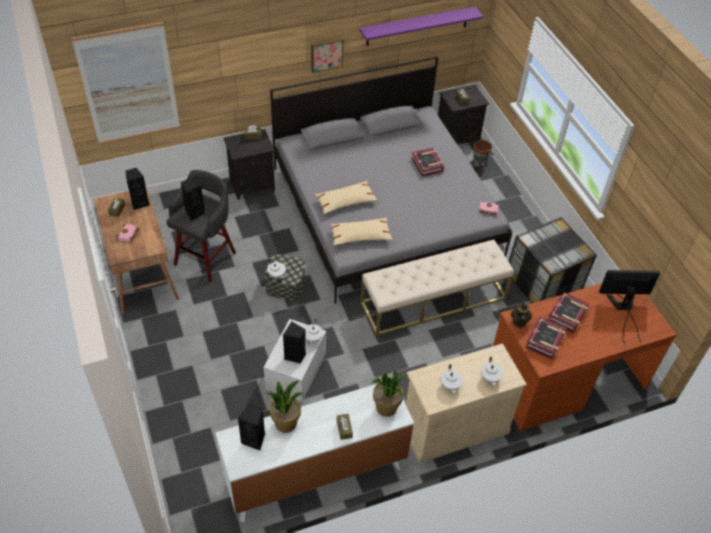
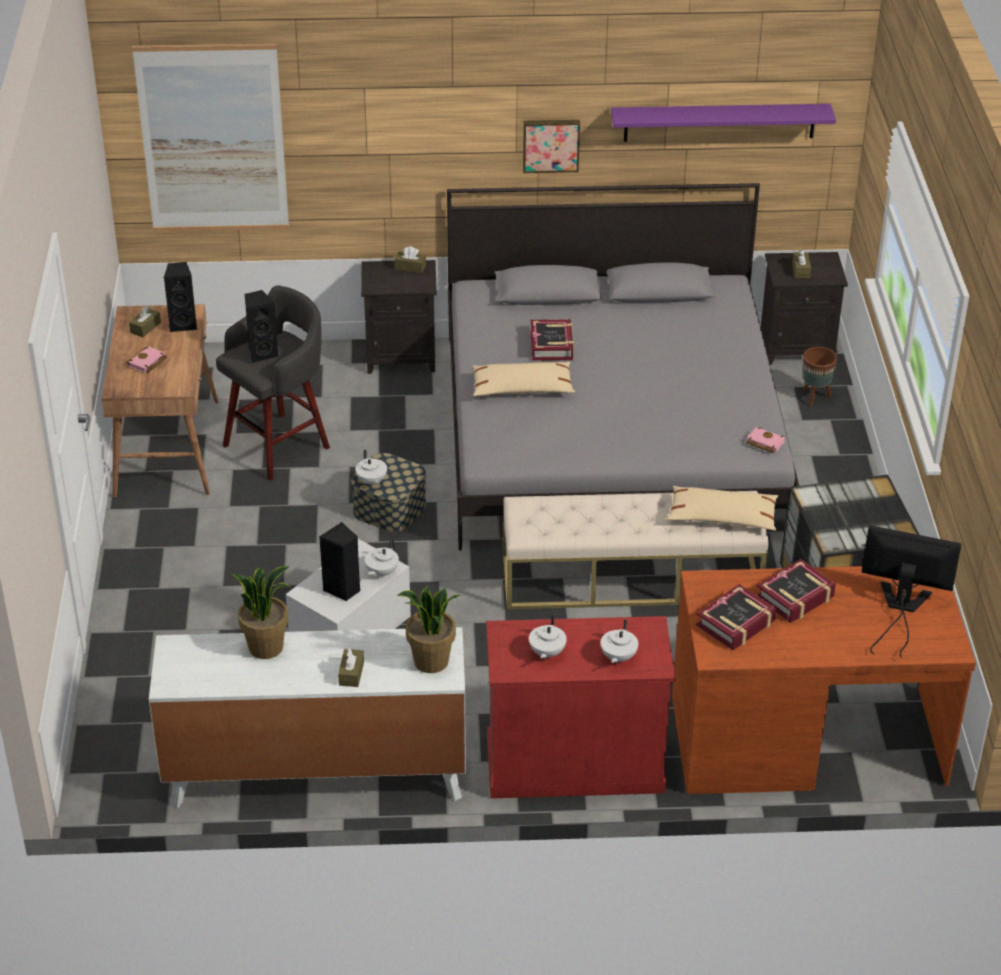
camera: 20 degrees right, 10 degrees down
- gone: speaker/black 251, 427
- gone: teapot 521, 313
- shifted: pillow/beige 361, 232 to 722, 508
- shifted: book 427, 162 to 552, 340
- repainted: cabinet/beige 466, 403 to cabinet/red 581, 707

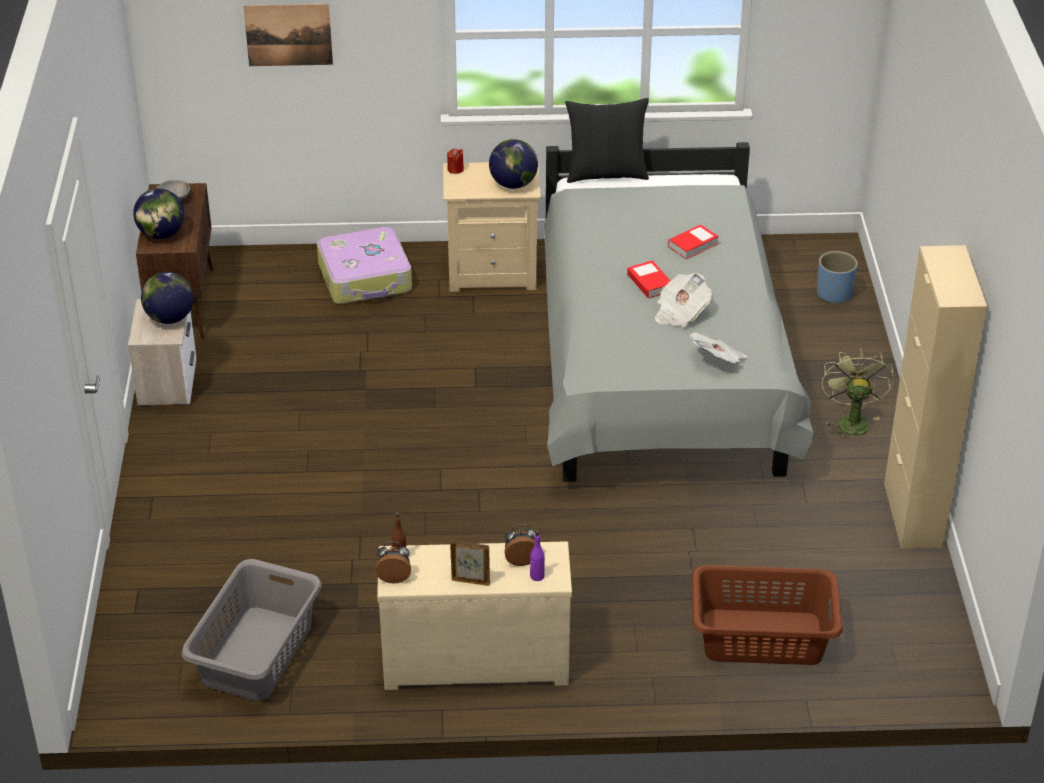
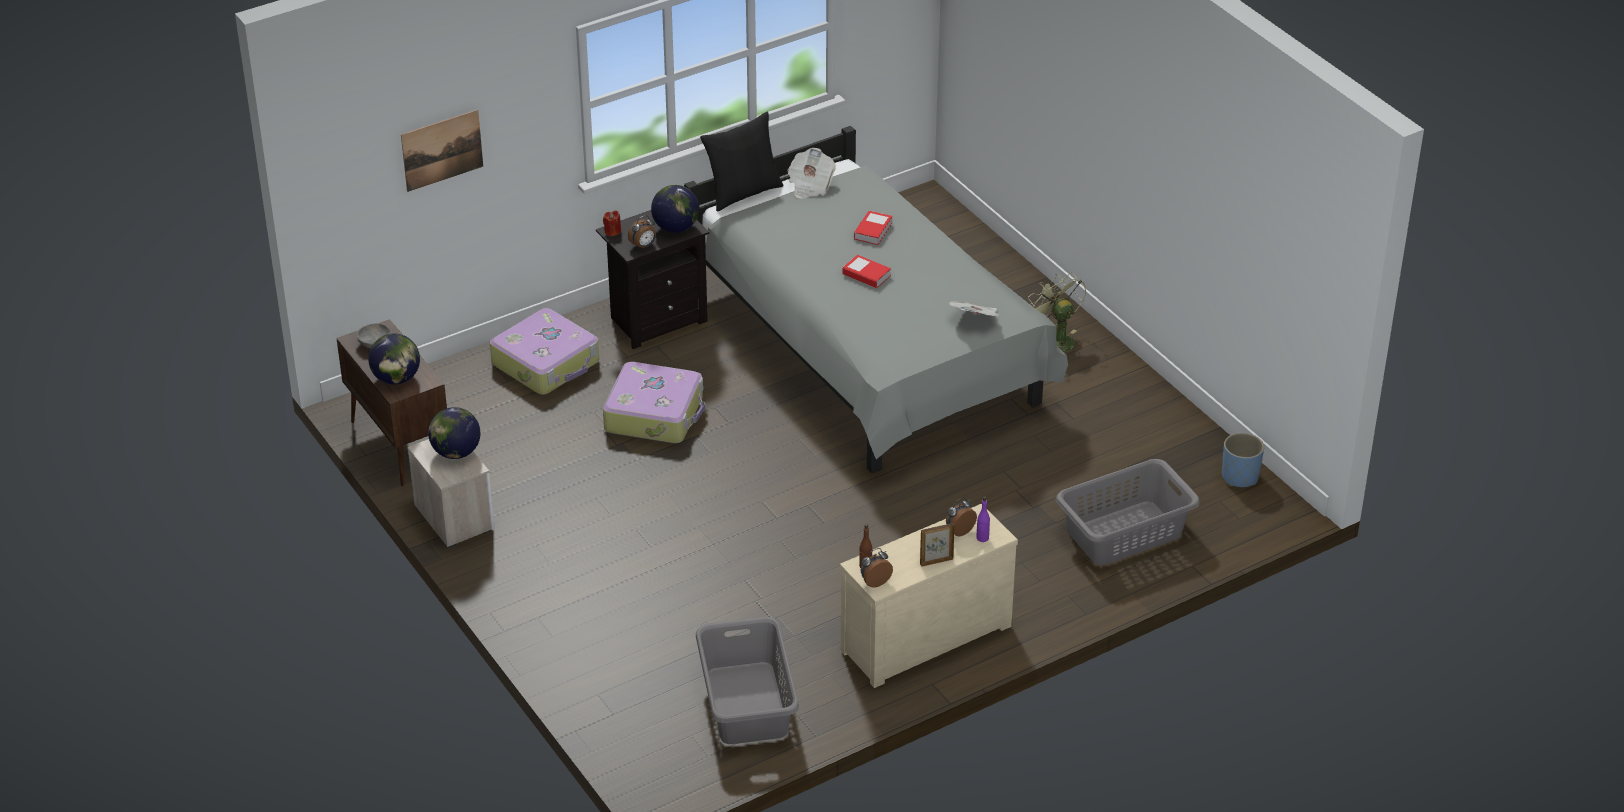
camera: 30 degrees left, 0 degrees up
- gone: cabinet/beige 935, 397
- new: suitcase 654, 402
- new: alarm clock 642, 232
- shifted: newspaper 683, 300 to 812, 173
- shifted: planter/blue 837, 277 to 1243, 460
- repainted: nightstand/beige 492, 227 to nightstand/black 652, 279
- repainted: laundry basket/brown 767, 615 to laundry basket/grey 1128, 512

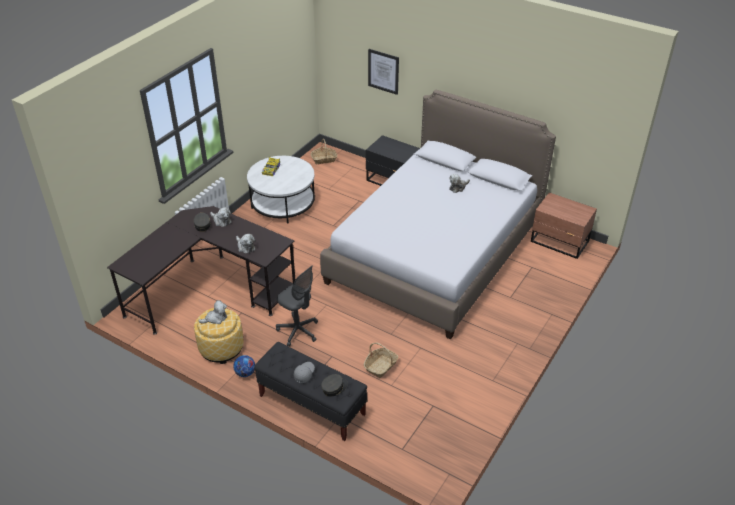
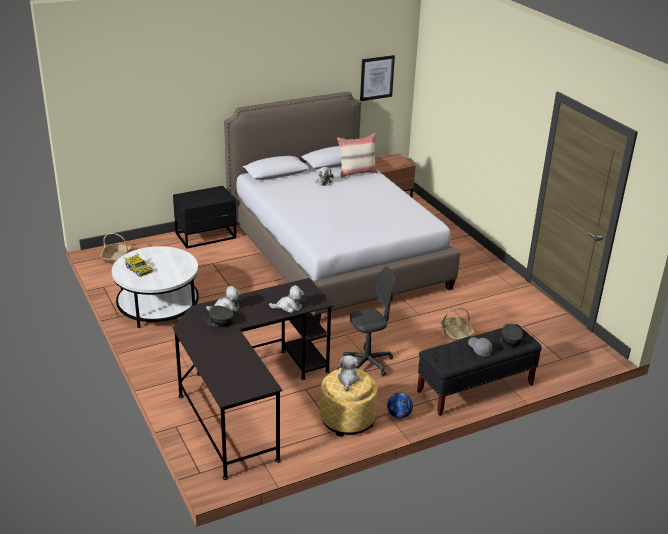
camera: 60 degrees left, 10 degrees down
- new: pillow/beige 357, 155
- shifted: picture 383, 72 to 377, 78

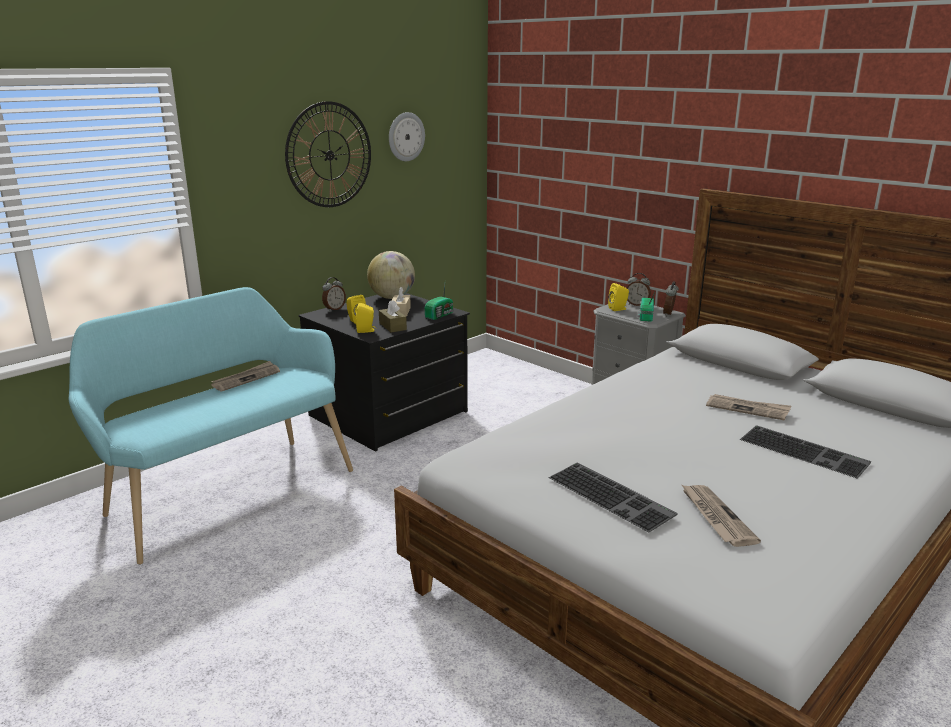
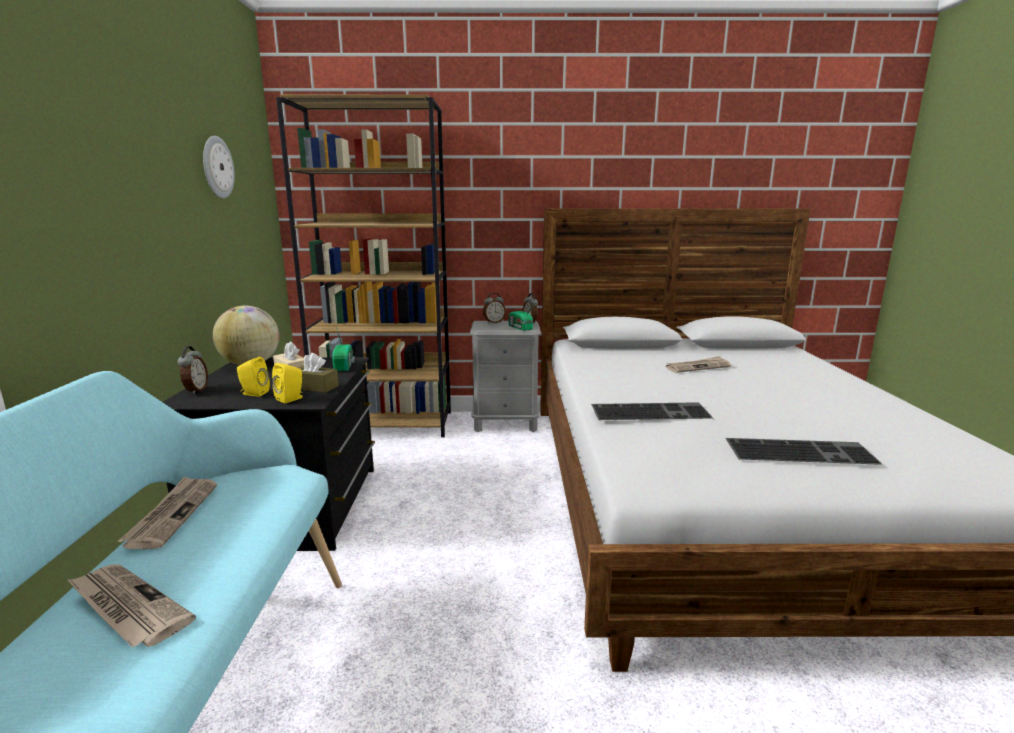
camera: 45 degrees left, 5 degrees down
- gone: wall clock 328, 154
- gone: speaker/yellow 618, 297
- new: bookcase/brown 363, 265
- shifted: newspaper 721, 516 to 131, 605
- shifted: keyboard 805, 452 to 652, 411

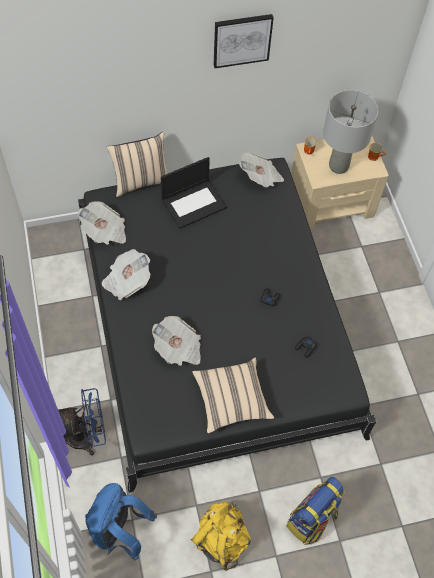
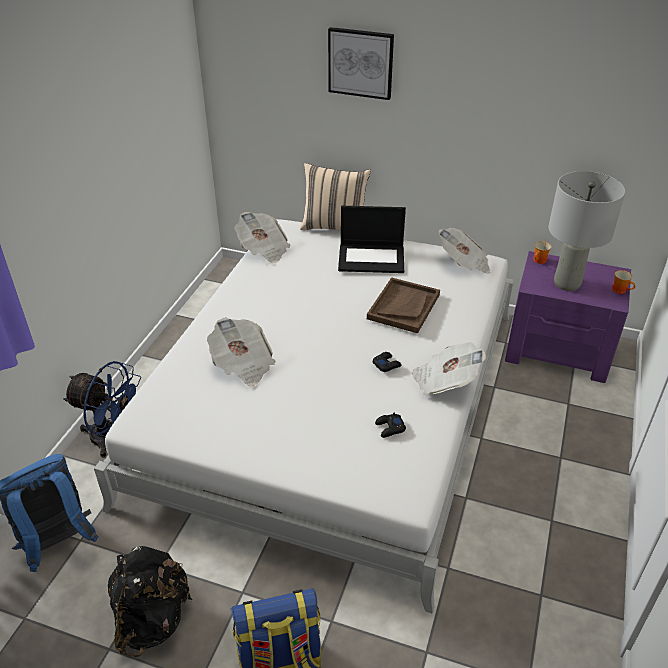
camera: 35 degrees right, 20 degrees down
- gone: pillow/beige 233, 396
- new: tray/brown 403, 305
- shifted: newspaper 126, 274 to 449, 368
- shifted: picture 244, 41 to 361, 63
- repainted: bed/black 227, 325 to bed/white 304, 416
- repainted: backpack/yellow 221, 536 to backpack/black 150, 601
- repainted: nightstand/beige 340, 182 to nightstand/purple 568, 317

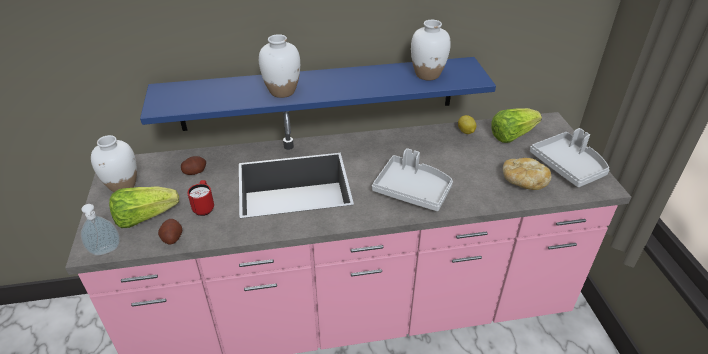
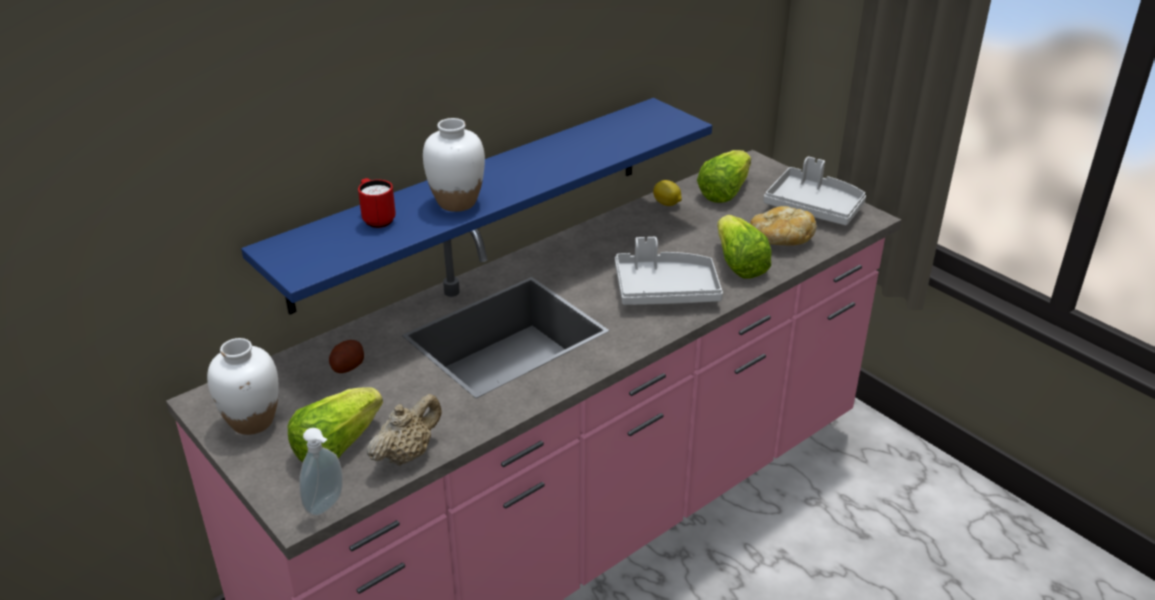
camera: 30 degrees left, 5 degrees down
- gone: vase/white 431, 50
- new: lettuce 744, 247
- shifted: mug/red 200, 198 to 377, 203
- swapped: potato 170, 231 to teapot/beige 404, 430

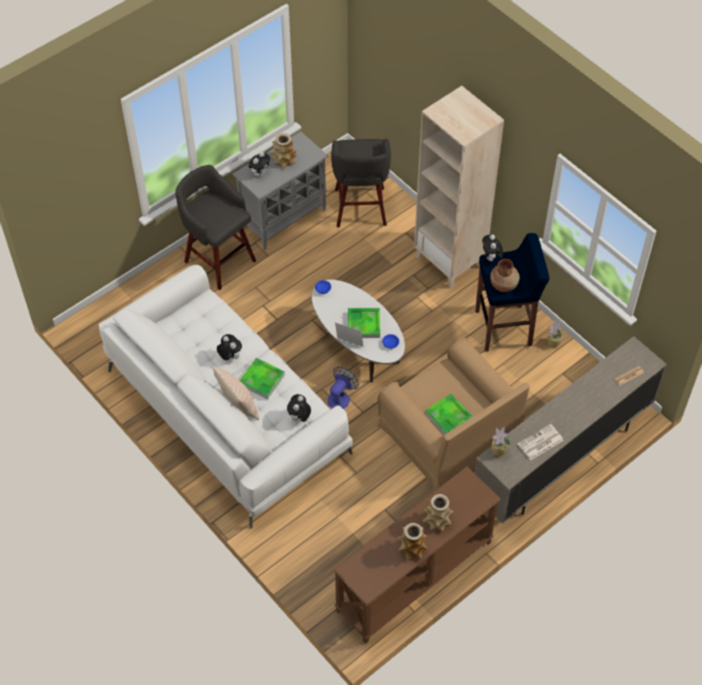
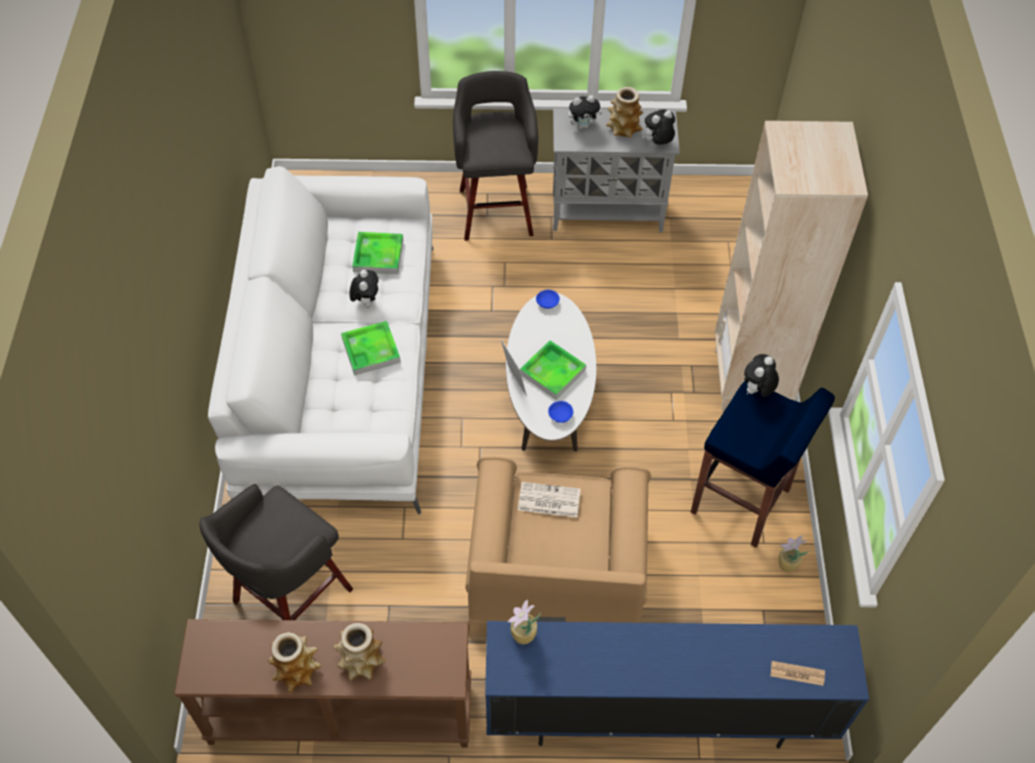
camera: 40 degrees right, 0 degrees up
- gone: pillow/beige 235, 392
- gone: fan 343, 388
- gone: vase/brown 505, 275
- shifted: plush toy 299, 408 to 658, 127
- shifted: stool/grey 361, 182 to 276, 552
- shifted: tray 449, 414 to 377, 253
- shifted: newspaper 541, 442 to 549, 499
- repainted: tv stand/beige 570, 430 to tv stand/blue 677, 683

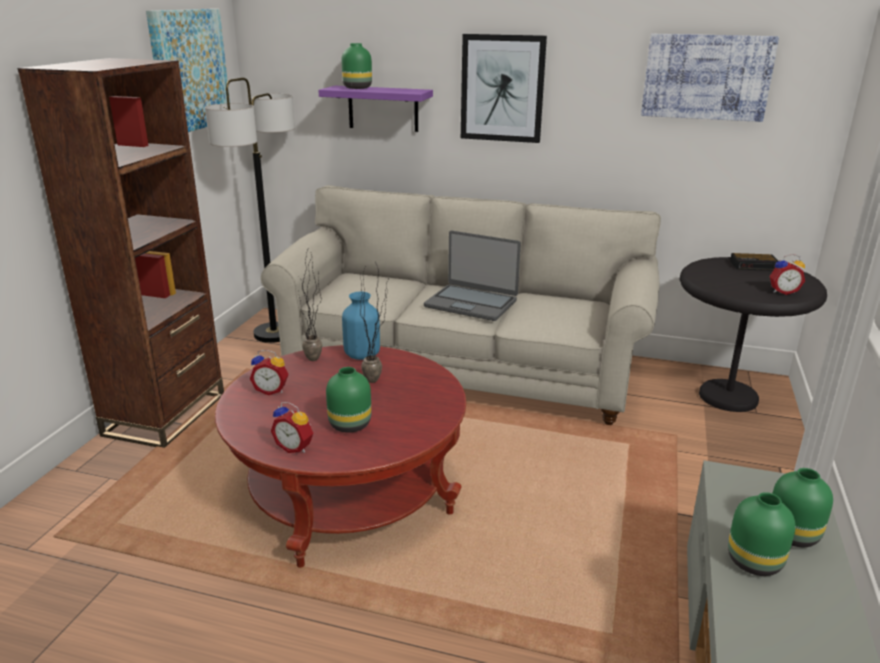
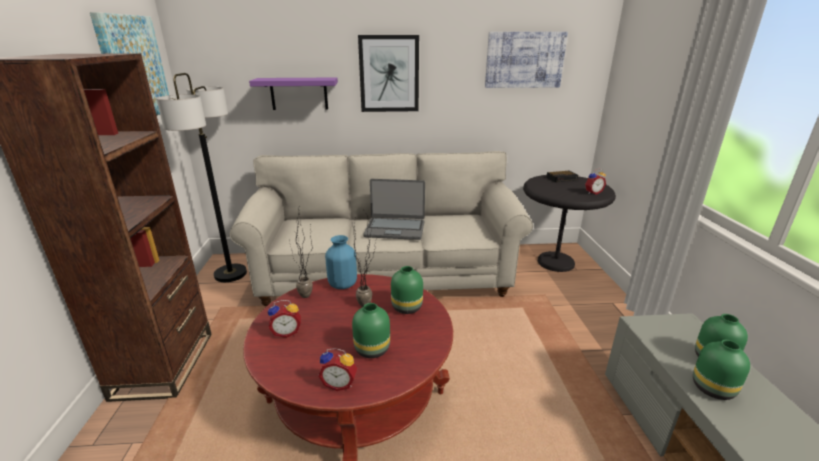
camera: 20 degrees left, 0 degrees up
- shifted: vase/green 357, 66 to 407, 290

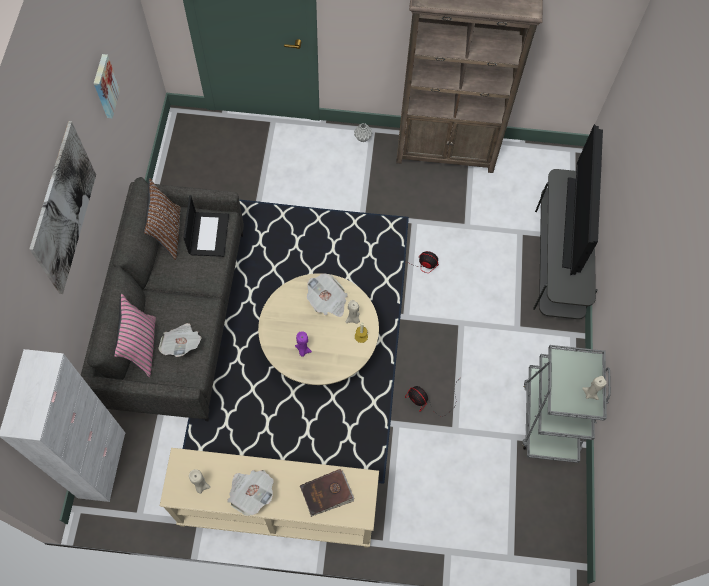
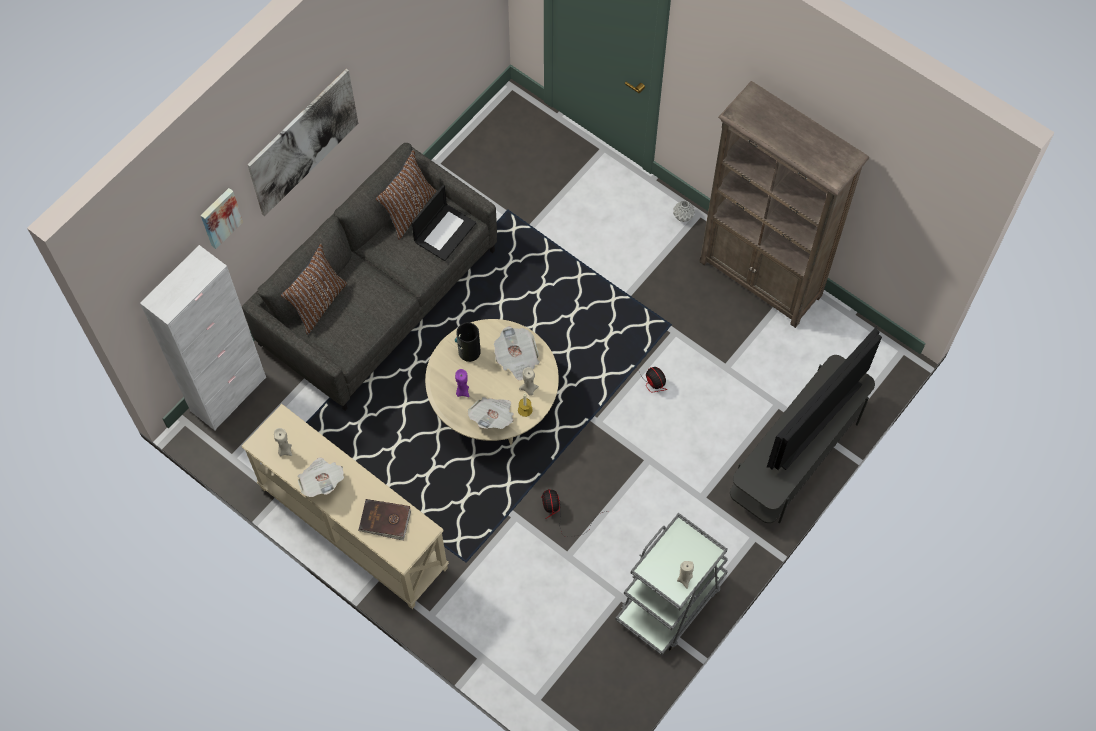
camera: 35 degrees right, 0 degrees up
- new: vase 468, 342
- shifted: picture 107, 86 to 222, 218
- shifted: newspaper 180, 340 to 491, 413
- repainted: pillow/pink 135, 335 to pillow/brown 314, 289

